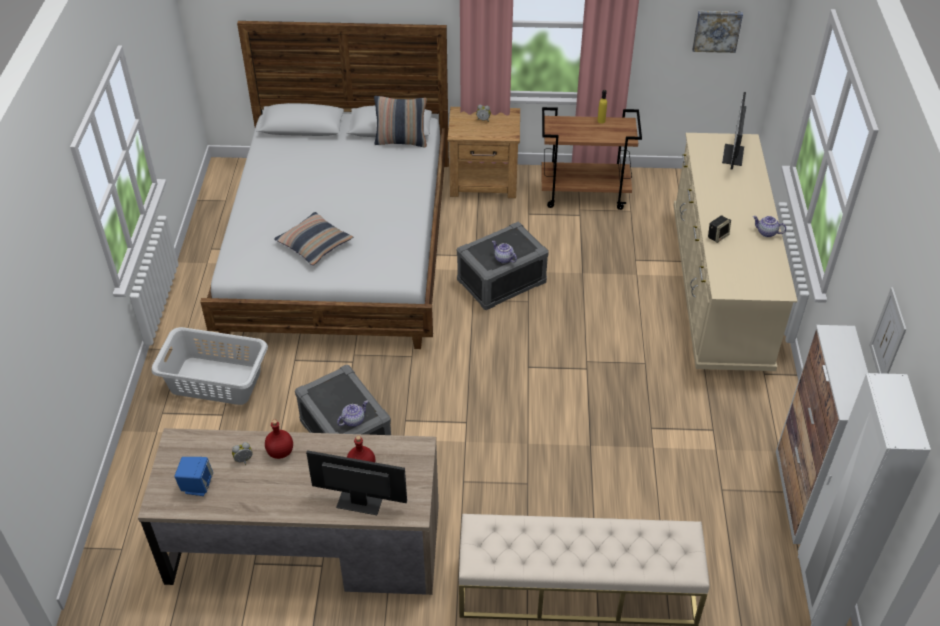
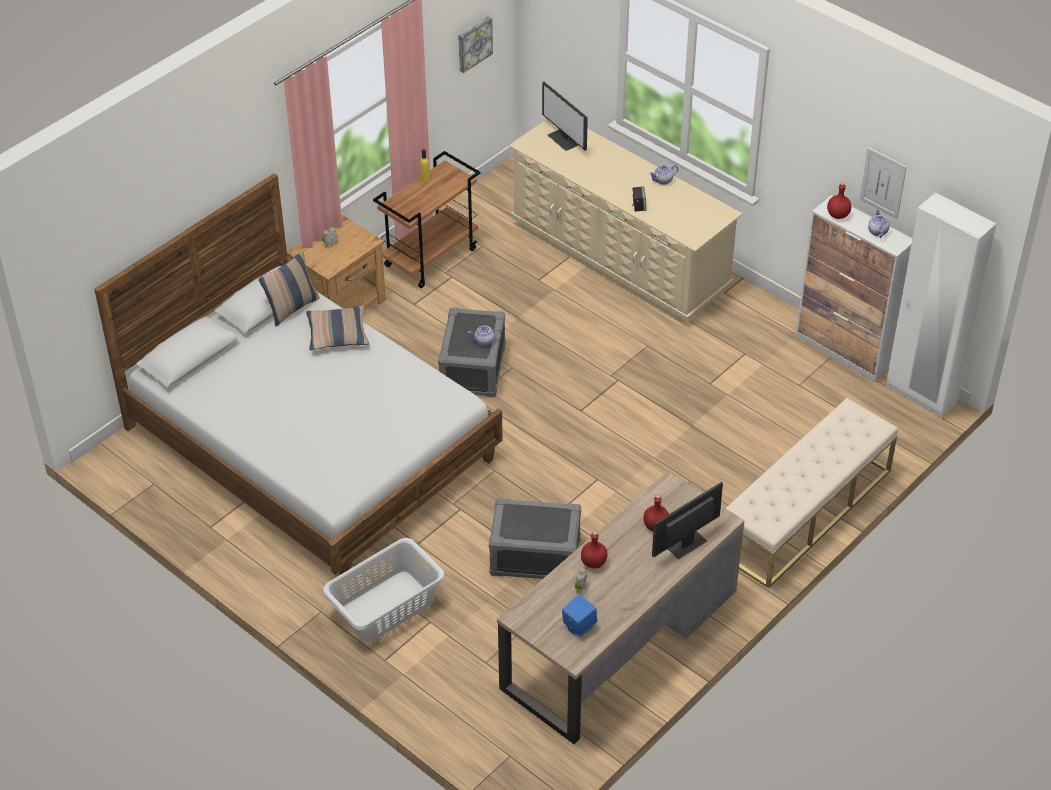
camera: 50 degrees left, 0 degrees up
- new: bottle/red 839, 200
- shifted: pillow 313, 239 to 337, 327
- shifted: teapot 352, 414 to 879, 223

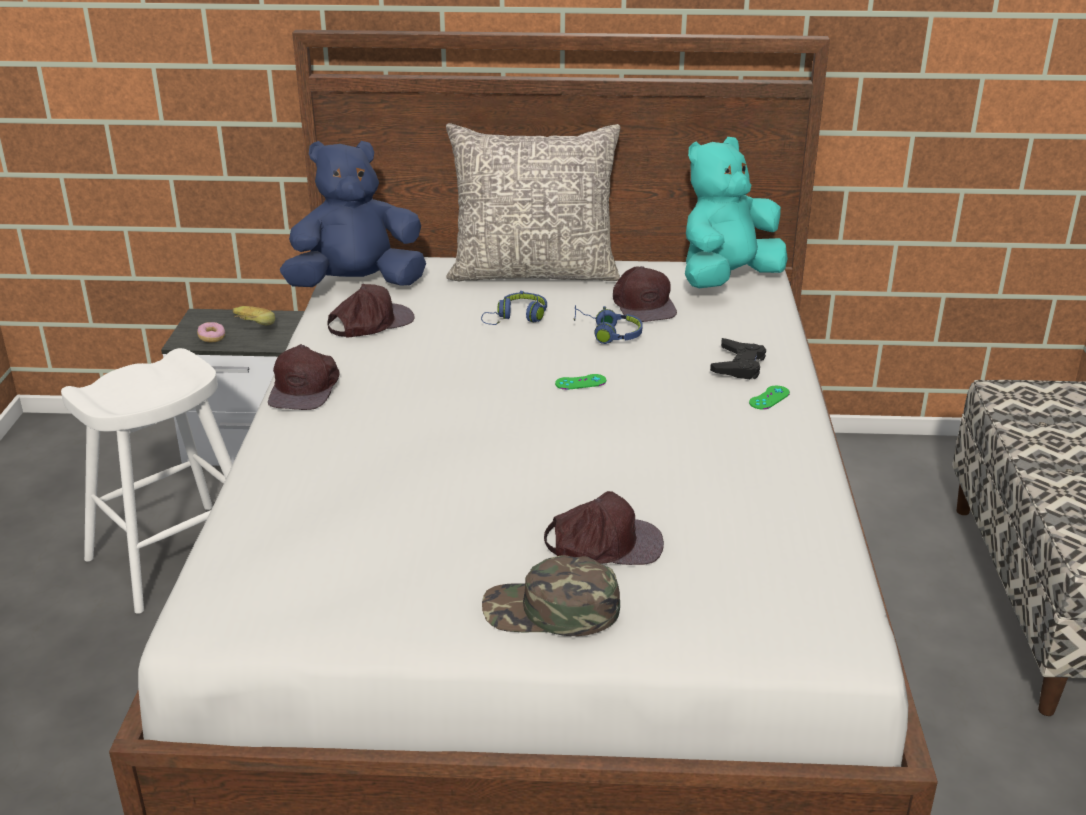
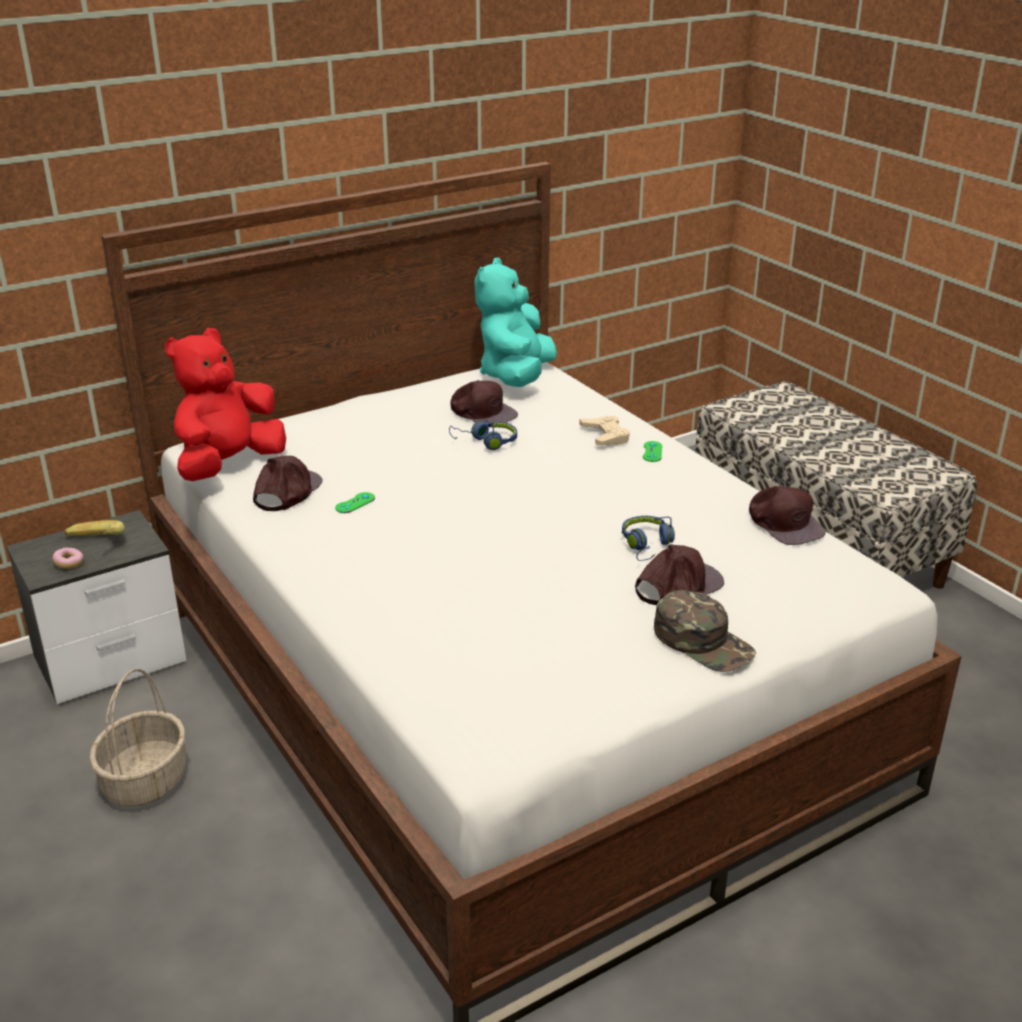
camera: 35 degrees left, 0 degrees up
- gone: pillow/grey 533, 202
- shifted: cap/brown 304, 377 to 787, 515
- shifted: headphones/blue 514, 308 to 648, 538
- shifted: game controller/green 580, 382 to 355, 502
- swapped: stool/white 147, 481 to basket 138, 737
- repainted: plush toy/blue 353, 214 to plush toy/red 225, 404
- repainted: game controller/black 738, 358 to game controller/beige 604, 431
- rotated: cap/green 551, 595 = 705, 631 105 degrees counterclockwise

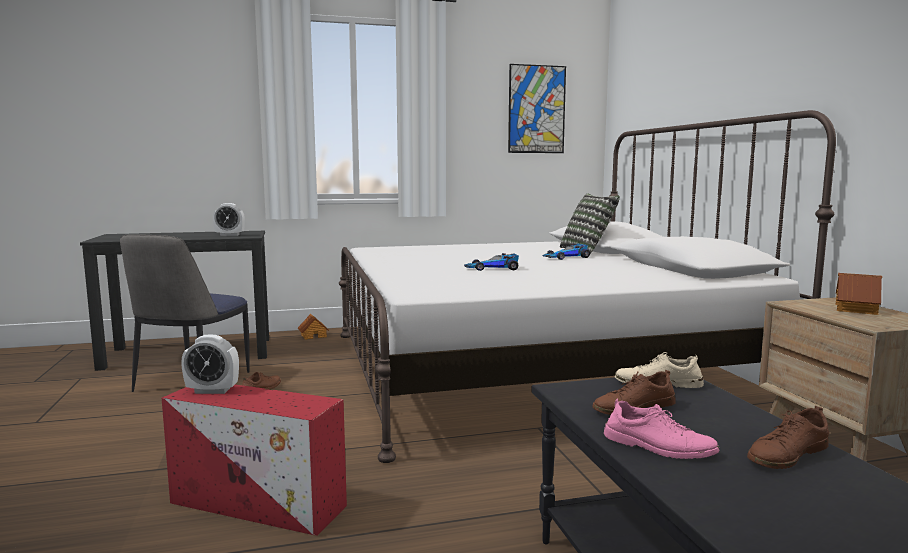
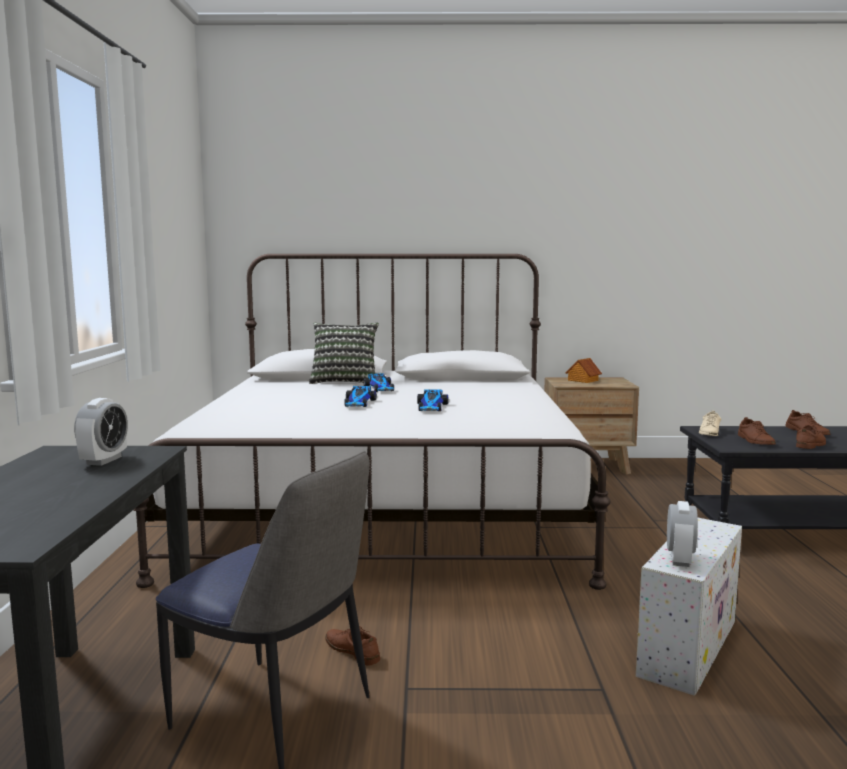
camera: 75 degrees left, 0 degrees up
- gone: toy house 313, 327
- gone: picture 537, 108
- new: toy car 360, 396
- repainted: storage box/red 254, 460 to storage box/white 689, 607
- repainted: shoe/pink 661, 428 to shoe/brown 811, 437

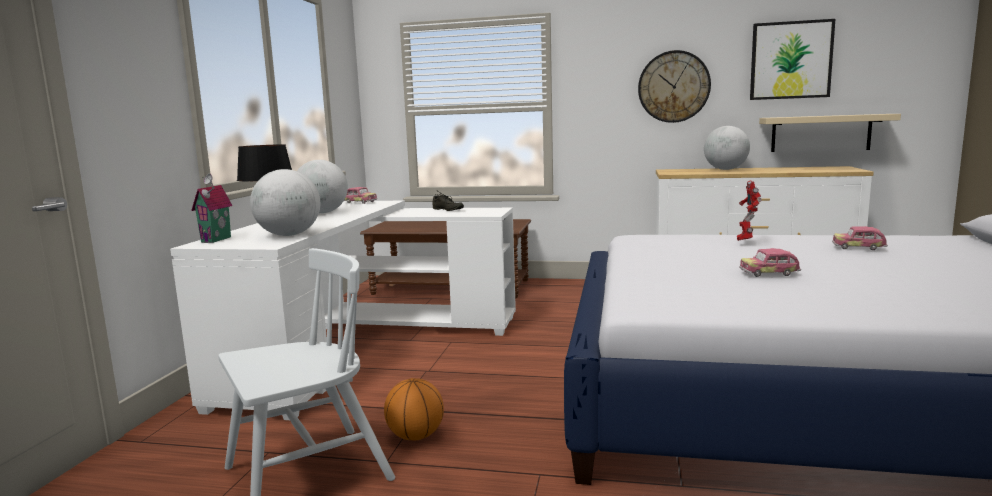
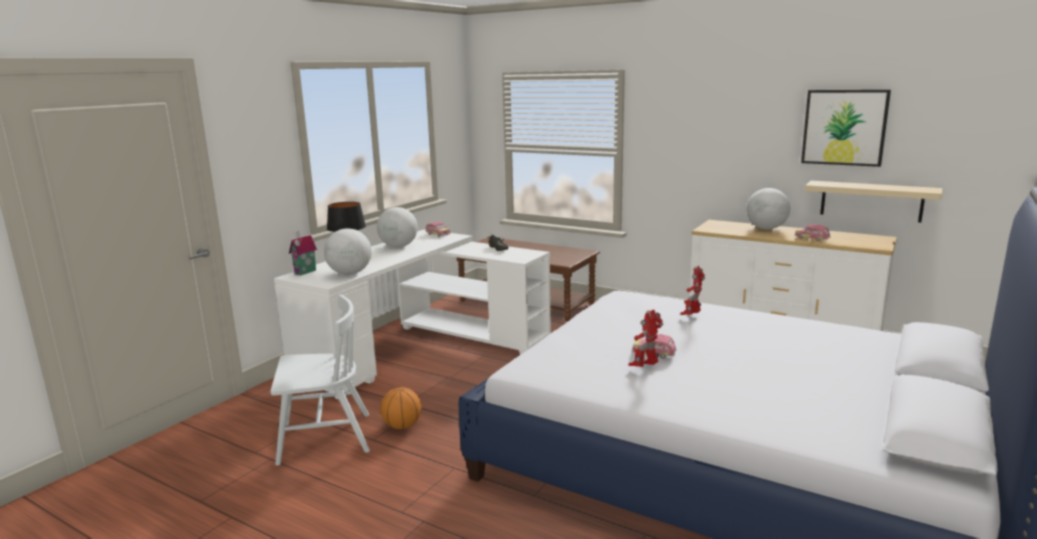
camera: 20 degrees right, 5 degrees up
- gone: wall clock 674, 86
- new: toy robot 646, 338
- shifted: toy car 860, 238 to 813, 232

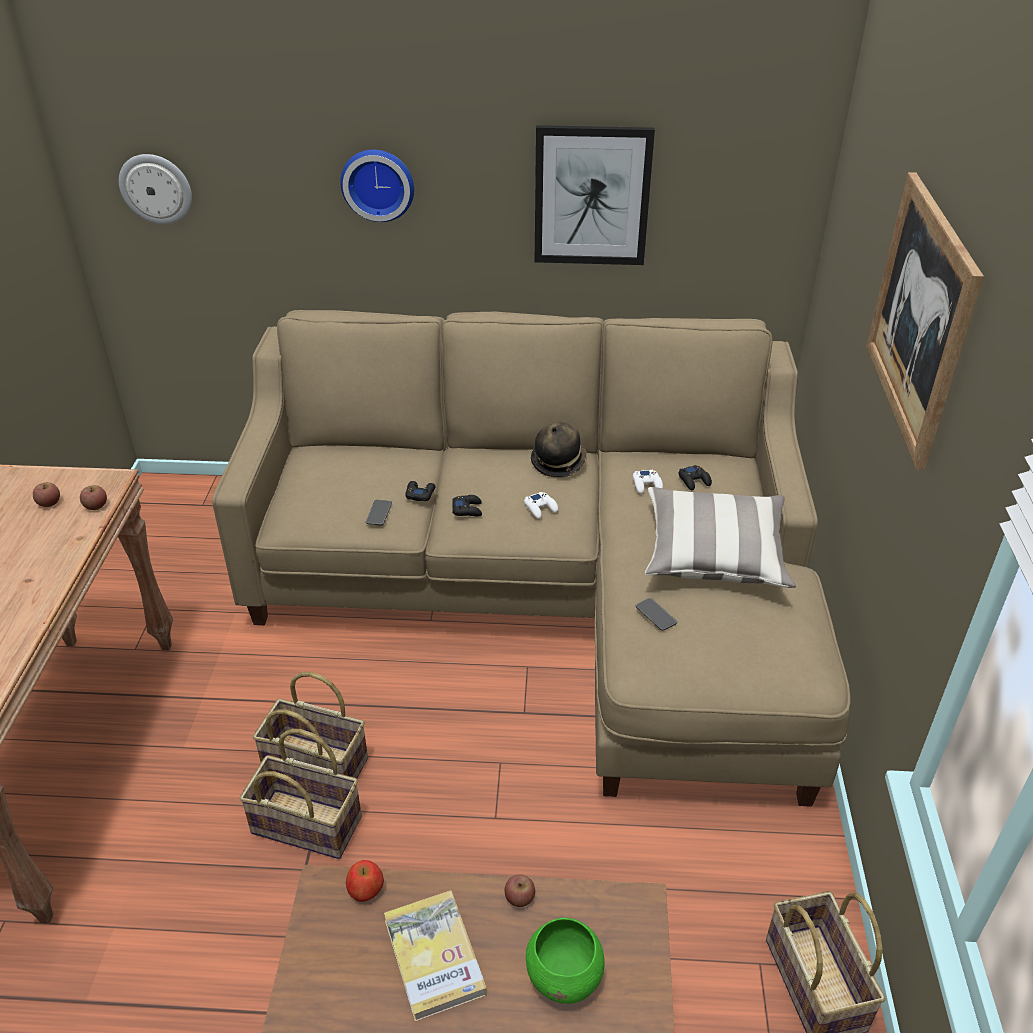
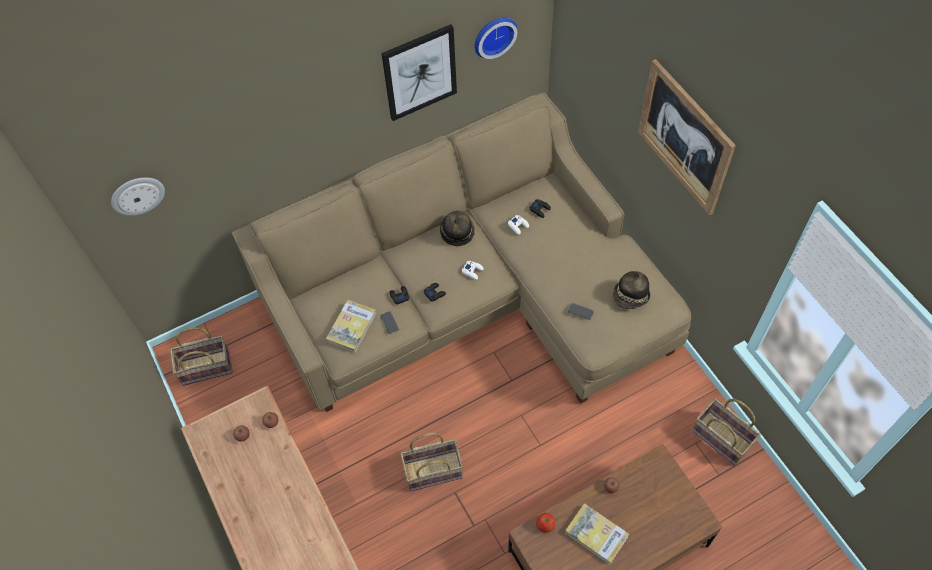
camera: 30 degrees left, 20 degrees up
- gone: bowl/green 565, 961
- gone: pillow 720, 537
- new: book 351, 326
- new: hat 631, 290
- shifted: basket 300, 794 to 201, 356
- shifted: wall clock 377, 186 to 495, 38

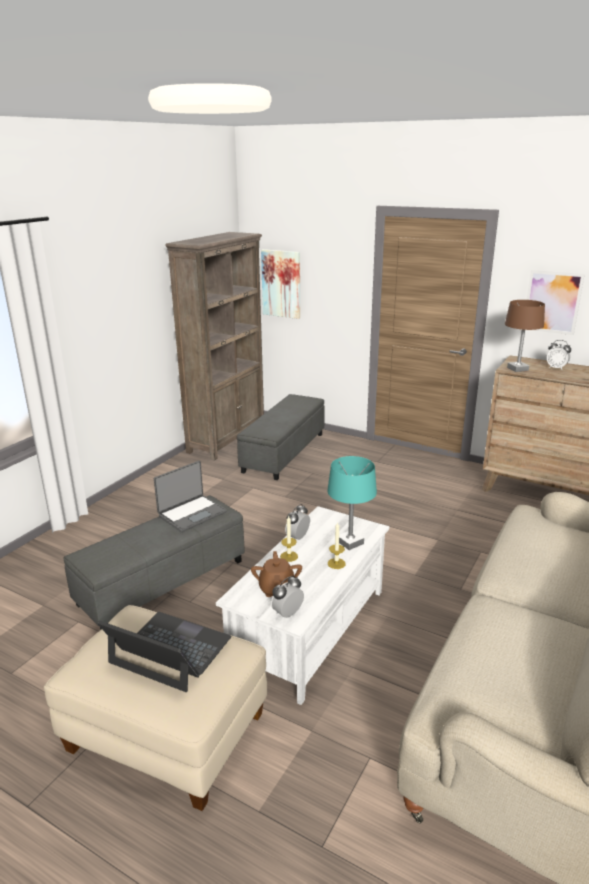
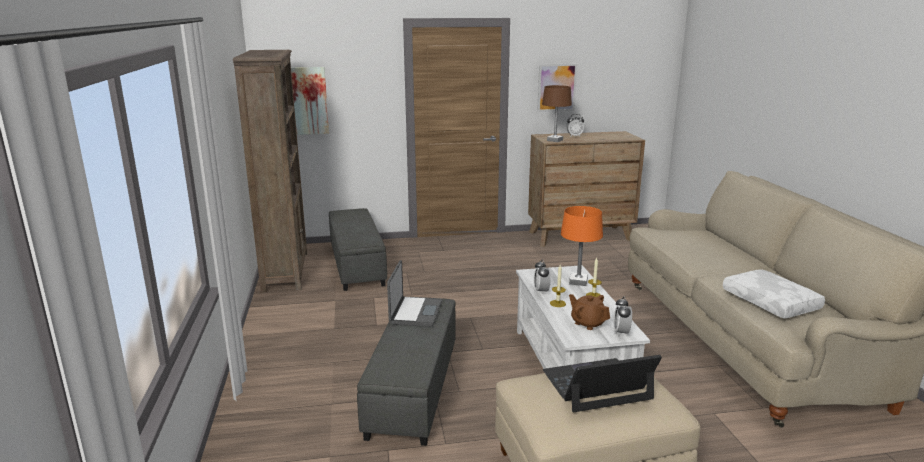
camera: 40 degrees left, 5 degrees down
- new: pillow/white 774, 294
- repainted: table lamp/turquoise 352, 503 to table lamp/orange 582, 246

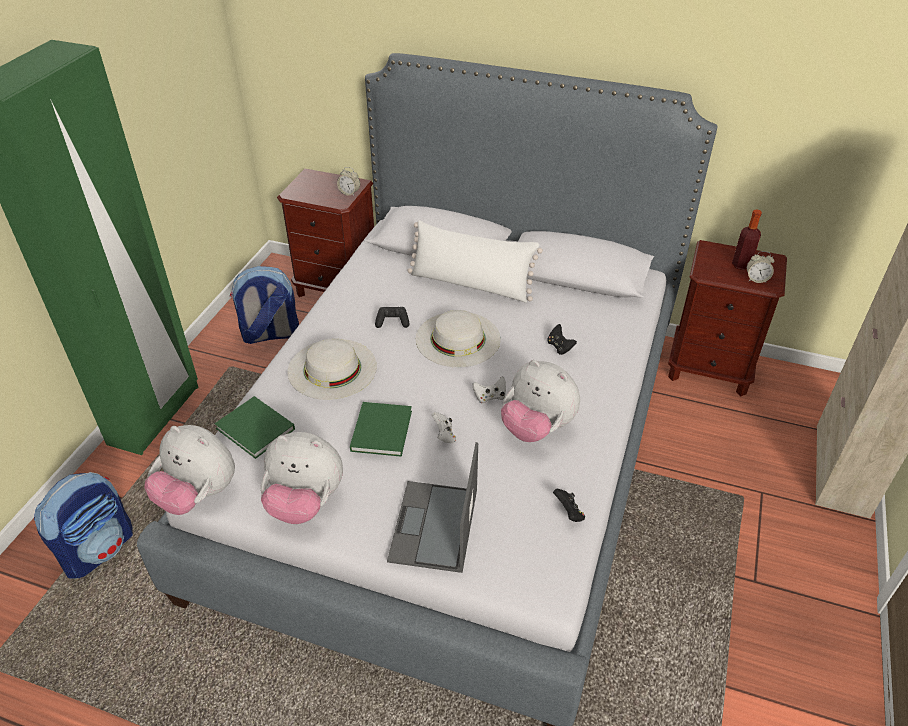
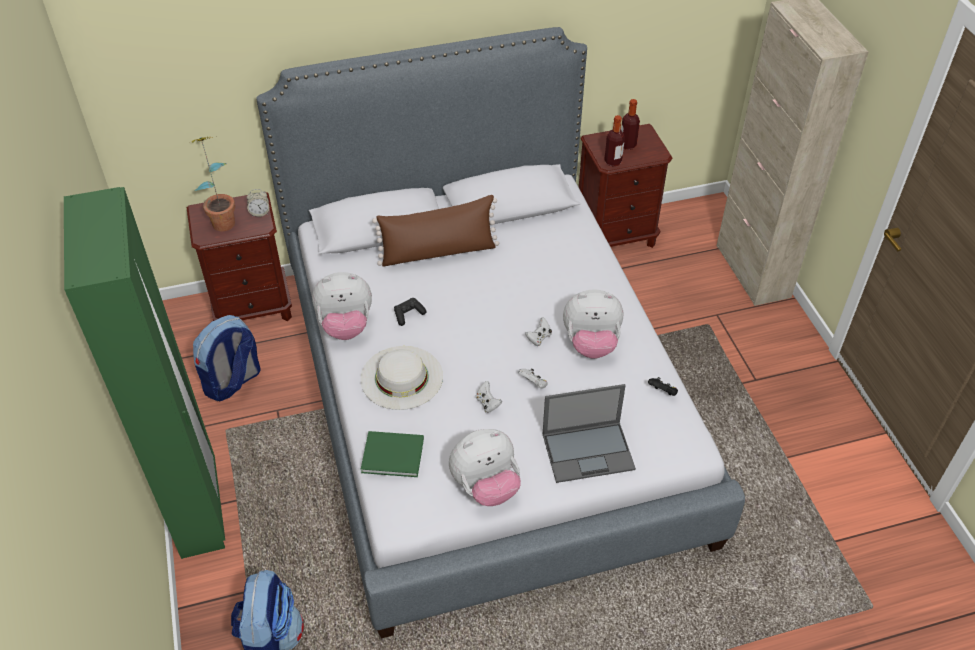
camera: 35 degrees left, 5 degrees up
- gone: hat/white 458, 338
- gone: game controller/black 562, 339
- gone: alarm clock 761, 267
- new: potted plant 213, 184
- new: bottle 614, 141
- shifted: plush toy 189, 470 to 342, 306
- swapped: book/green 381, 429 to game controller/white 489, 397
- repainted: pillow/white 475, 261 to pillow/brown 435, 231
- rotated: laptop 432, 507 = 589, 433 75 degrees counterclockwise

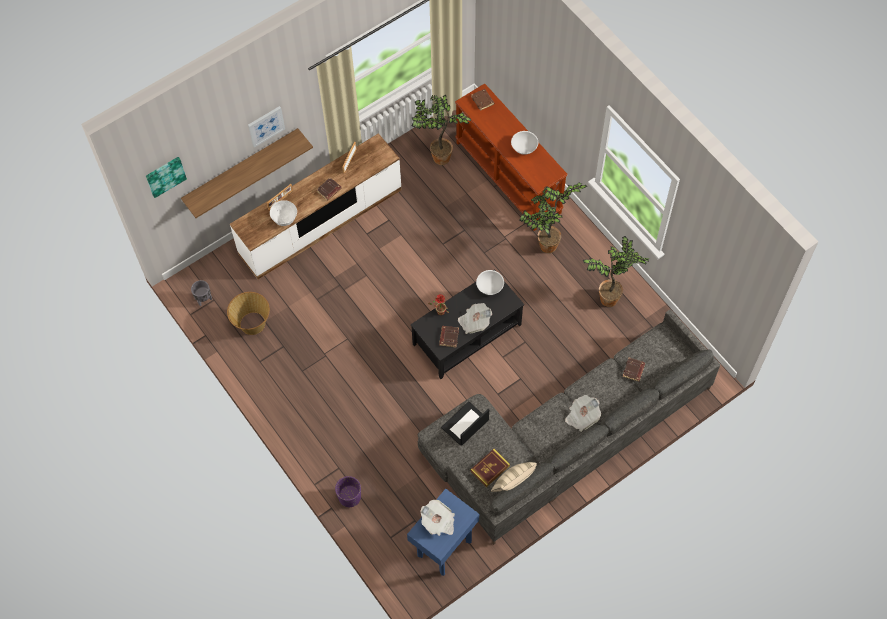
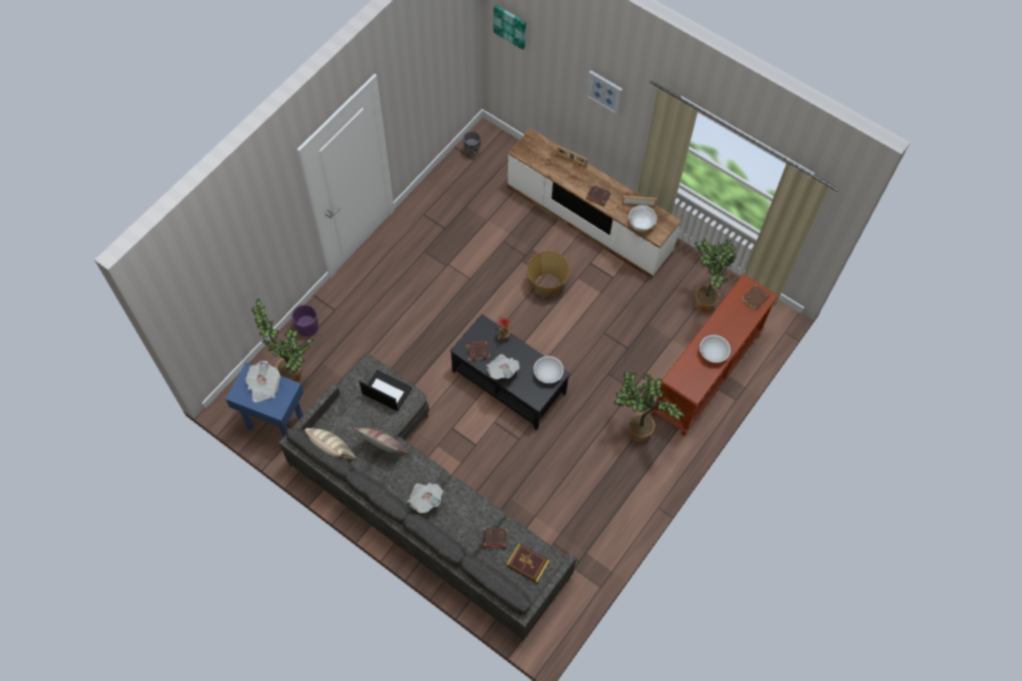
camera: 70 degrees right, 0 degrees up
- gone: shelf 247, 173
- new: pillow 381, 440
- shifted: basket 248, 313 to 548, 273
- shifted: bowl/white 283, 213 to 643, 218
- shifted: book 490, 468 to 528, 563
- shifted: potted plant 617, 271 to 282, 340

